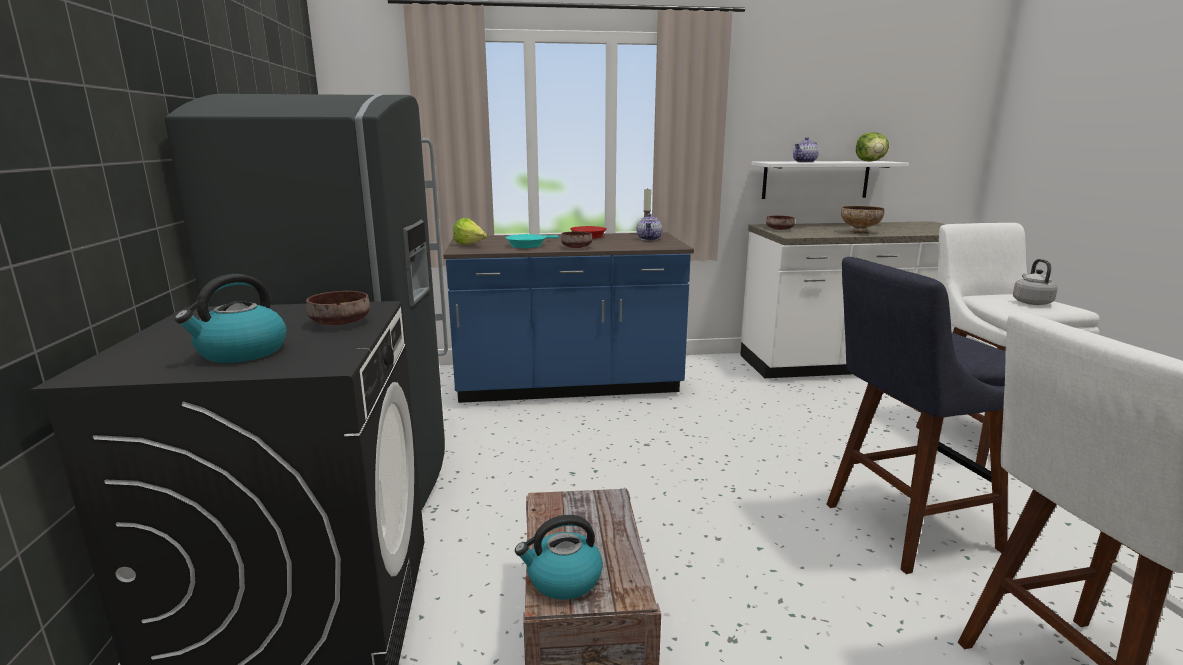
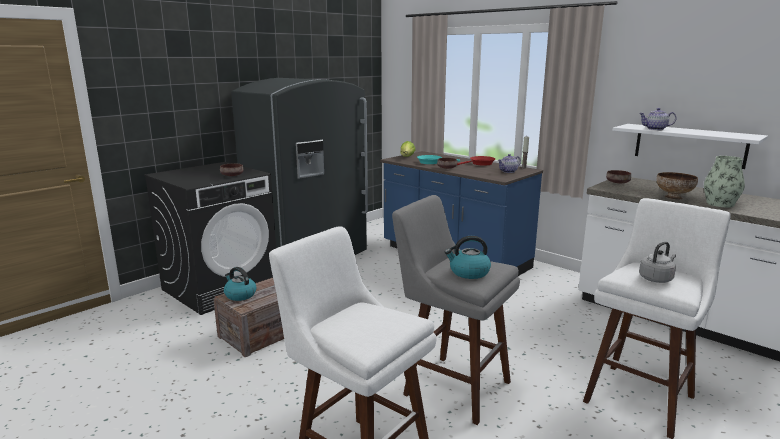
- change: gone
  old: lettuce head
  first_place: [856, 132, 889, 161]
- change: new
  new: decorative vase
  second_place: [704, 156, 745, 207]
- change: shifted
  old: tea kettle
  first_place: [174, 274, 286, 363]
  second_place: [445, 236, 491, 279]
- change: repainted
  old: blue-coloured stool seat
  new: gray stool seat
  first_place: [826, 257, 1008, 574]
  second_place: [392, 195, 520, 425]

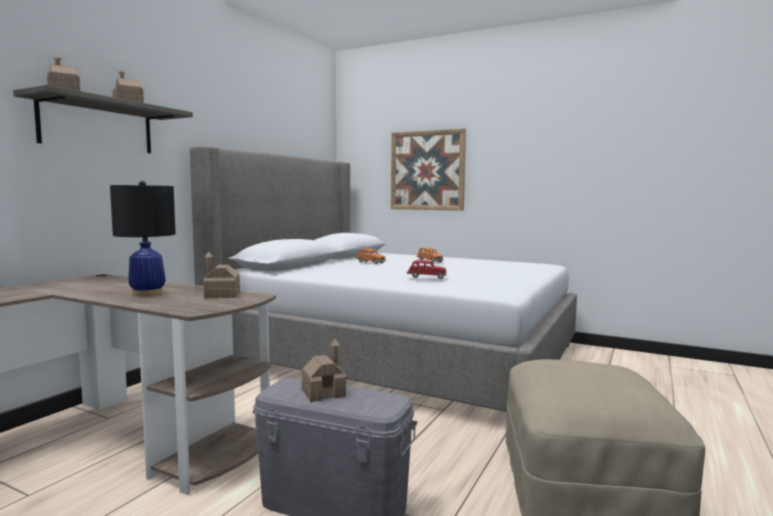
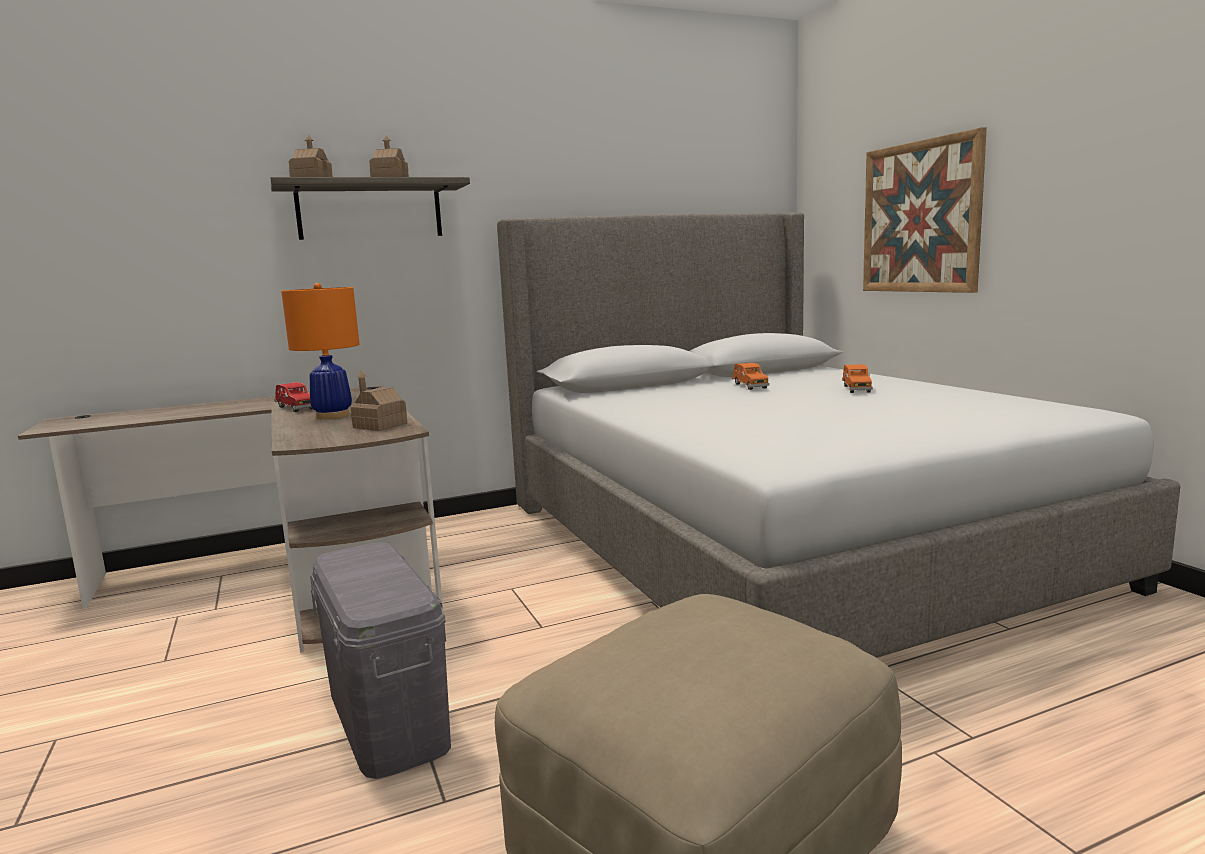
- change: gone
  old: miniature house
  first_place: [301, 339, 346, 402]
- change: shifted
  old: red-coloured miniature car
  first_place: [407, 260, 447, 279]
  second_place: [274, 382, 313, 412]
- change: repainted
  old: black-coloured tabletop lamp
  new: orange tabletop lamp
  first_place: [110, 181, 176, 296]
  second_place: [281, 283, 360, 419]

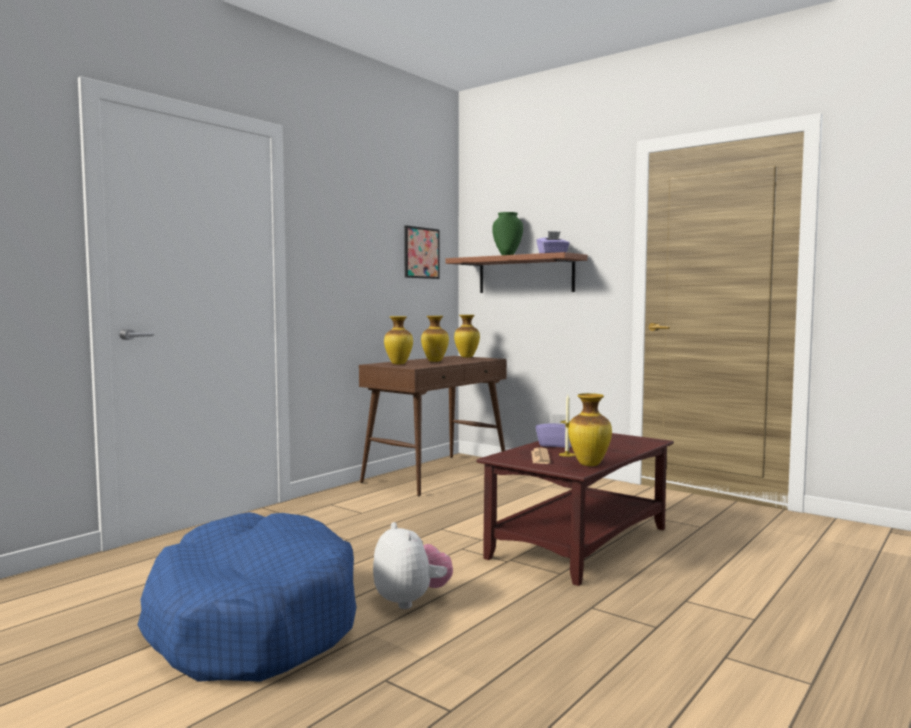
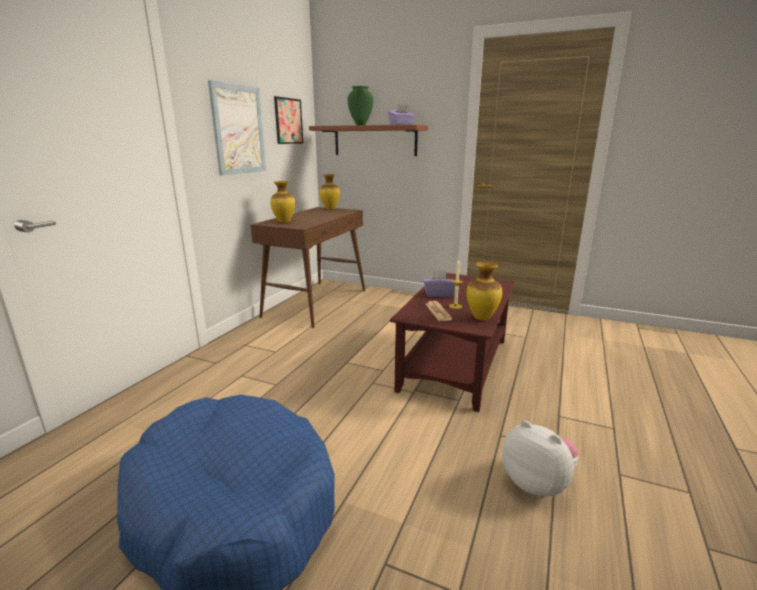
- change: gone
  old: decorative vase
  first_place: [421, 316, 449, 362]
- change: new
  new: wall picture
  second_place: [208, 80, 266, 176]
- change: shifted
  old: plush toy
  first_place: [373, 522, 453, 609]
  second_place: [502, 421, 578, 498]

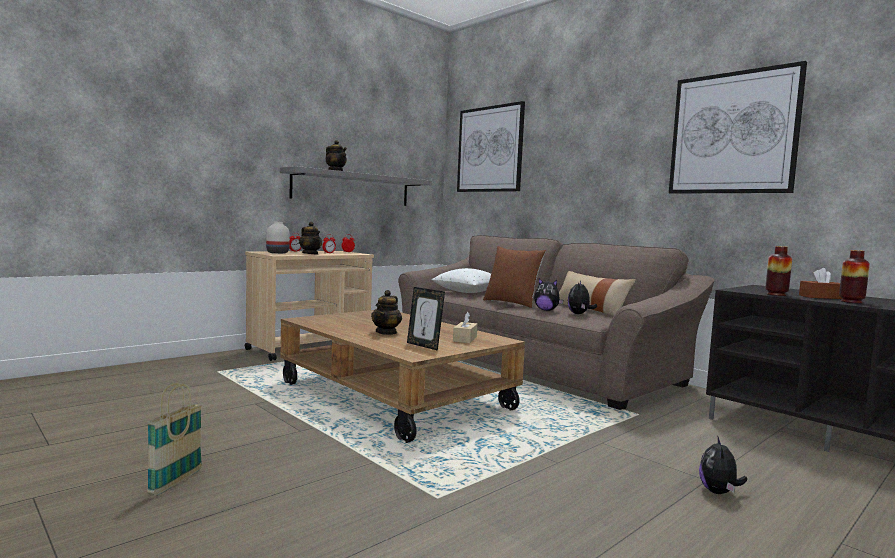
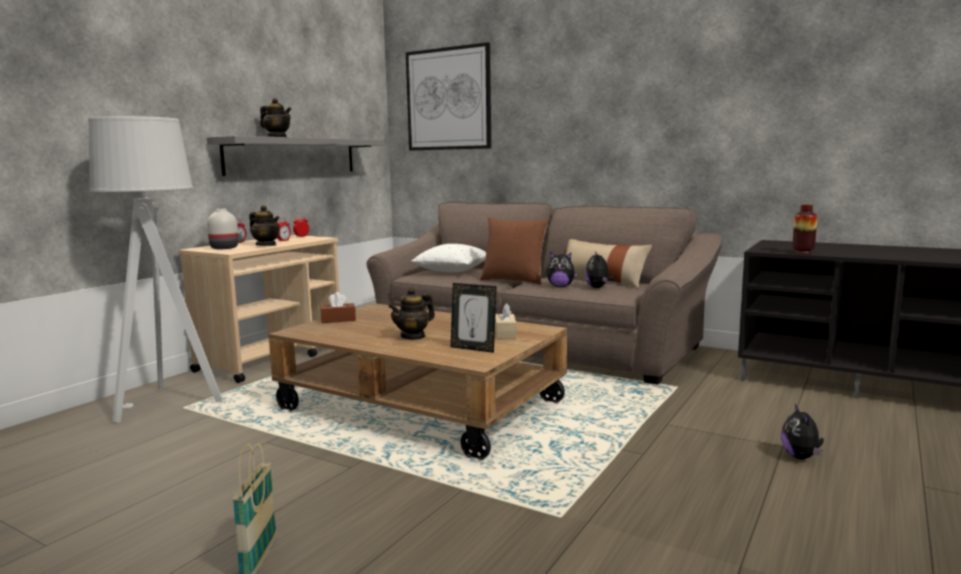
- change: gone
  old: wall picture
  first_place: [669, 61, 807, 194]
- change: gone
  old: decorative vase
  first_place: [839, 250, 870, 303]
- change: new
  new: gray standing lamp
  second_place: [88, 116, 223, 423]
- change: shifted
  old: brown-coloured tissue holder
  first_place: [799, 268, 843, 299]
  second_place: [321, 292, 356, 323]
- change: rotated
  old: teapot
  first_place: [371, 290, 402, 335]
  second_place: [388, 287, 435, 340]
  degrees: 45

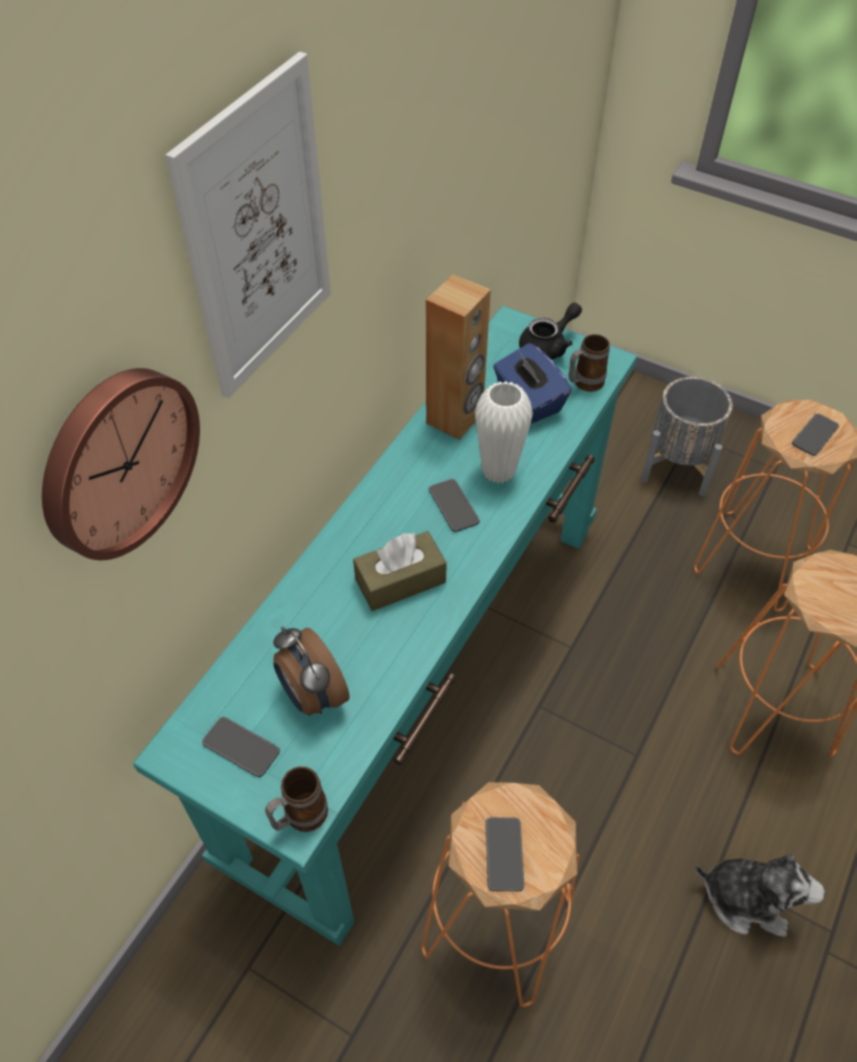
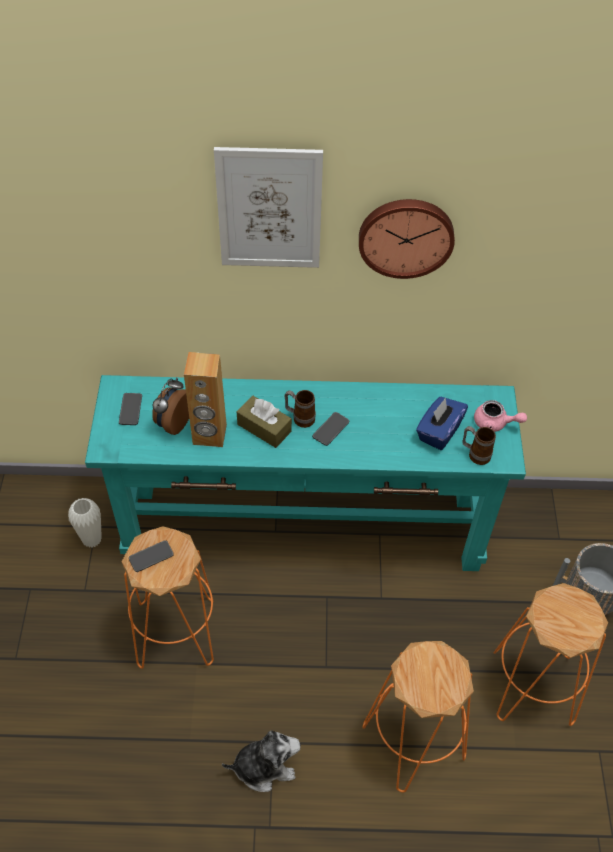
- change: gone
  old: handset
  first_place: [792, 413, 839, 456]
- change: shifted
  old: hanging clock
  first_place: [42, 368, 200, 560]
  second_place: [359, 199, 455, 279]
- change: shifted
  old: mug
  first_place: [265, 766, 328, 832]
  second_place: [285, 390, 316, 428]
- change: shifted
  old: brown-coloured loudspeaker
  first_place: [426, 274, 491, 440]
  second_place: [184, 352, 227, 447]
- change: shifted
  old: white decorative vase
  first_place: [475, 381, 533, 484]
  second_place: [68, 498, 102, 548]
- change: repainted
  old: black-coloured teapot
  new: pink-coloured teapot
  first_place: [519, 302, 582, 360]
  second_place: [474, 400, 527, 432]
- change: rotated
  old: plush toy
  first_place: [695, 855, 825, 937]
  second_place: [222, 731, 301, 792]
  degrees: -90

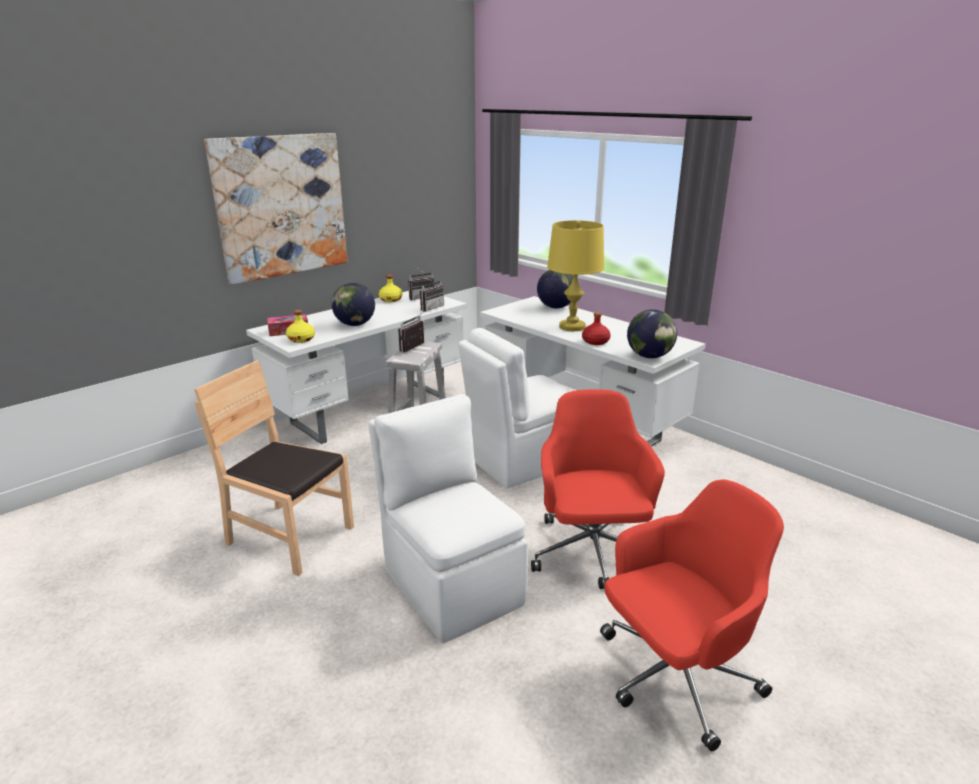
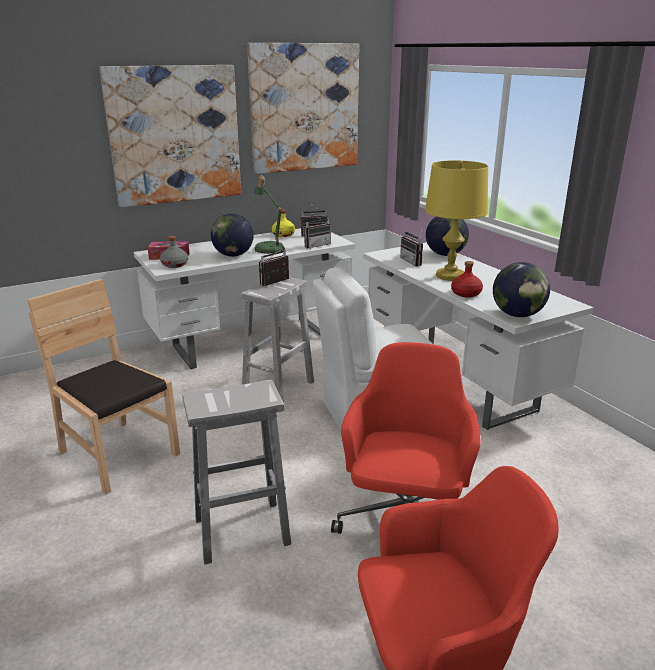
- change: new
  new: wall picture
  second_place: [247, 43, 359, 174]
- change: new
  new: tabletop lamp
  second_place: [254, 175, 285, 254]
- change: new
  new: radio set
  second_place: [400, 225, 423, 267]
- change: swapped
  old: white chair
  new: white stool seat
  first_place: [368, 394, 528, 643]
  second_place: [182, 380, 291, 564]
- change: repainted
  old: yellowish drink bottle
  new: gray drink bottle
  first_place: [286, 310, 315, 343]
  second_place: [160, 236, 188, 268]

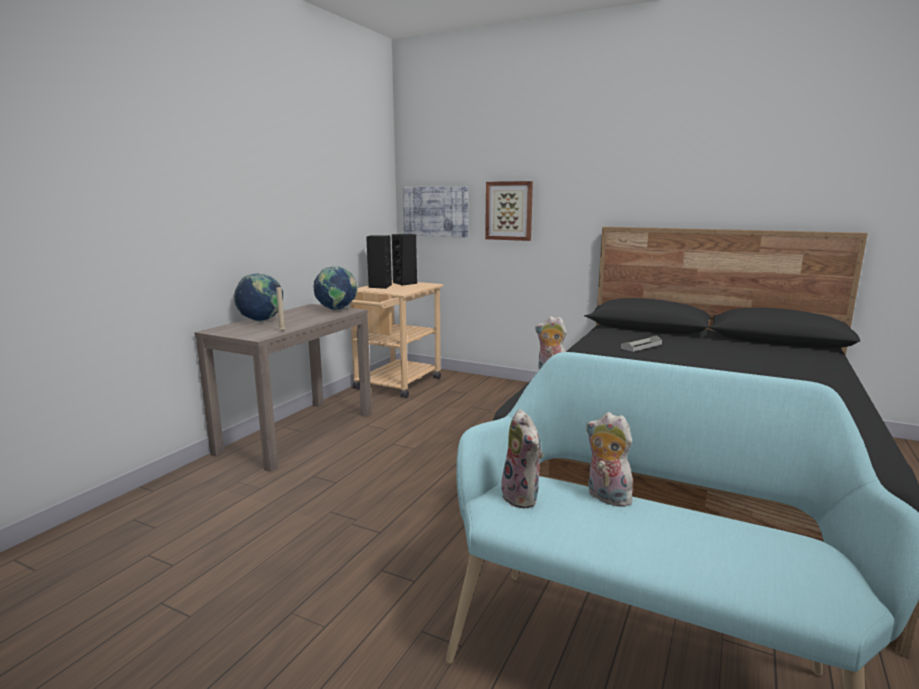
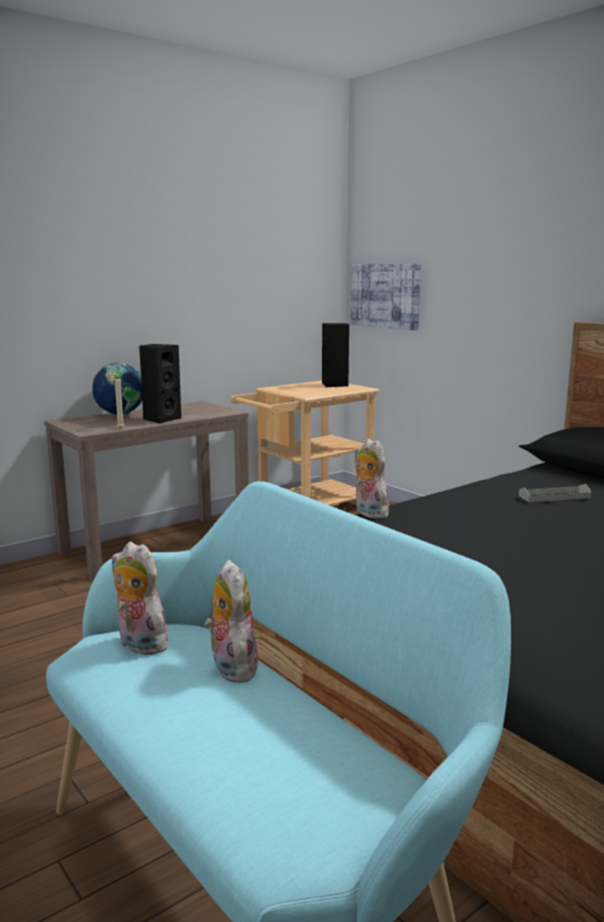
- change: gone
  old: world globe
  first_place: [313, 266, 357, 310]
- change: gone
  old: wall picture
  first_place: [485, 181, 533, 241]
- change: shifted
  old: black-coloured loudspeaker
  first_place: [366, 235, 392, 289]
  second_place: [139, 344, 182, 424]
- change: rotated
  old: plush toy
  first_place: [500, 409, 543, 509]
  second_place: [111, 542, 168, 655]
  degrees: 120

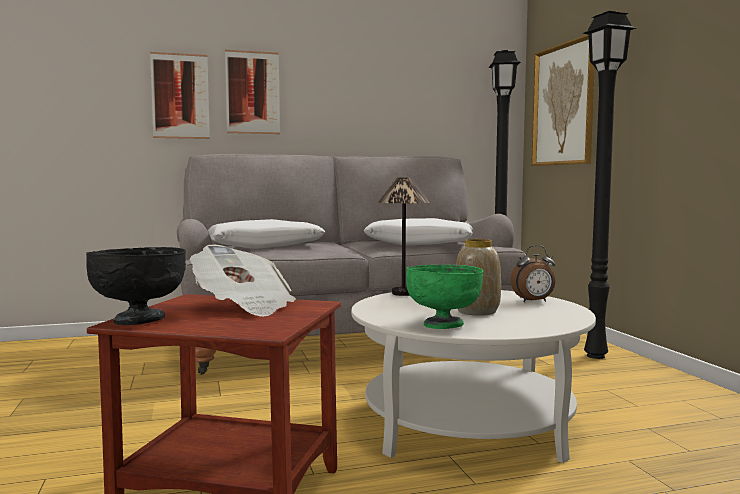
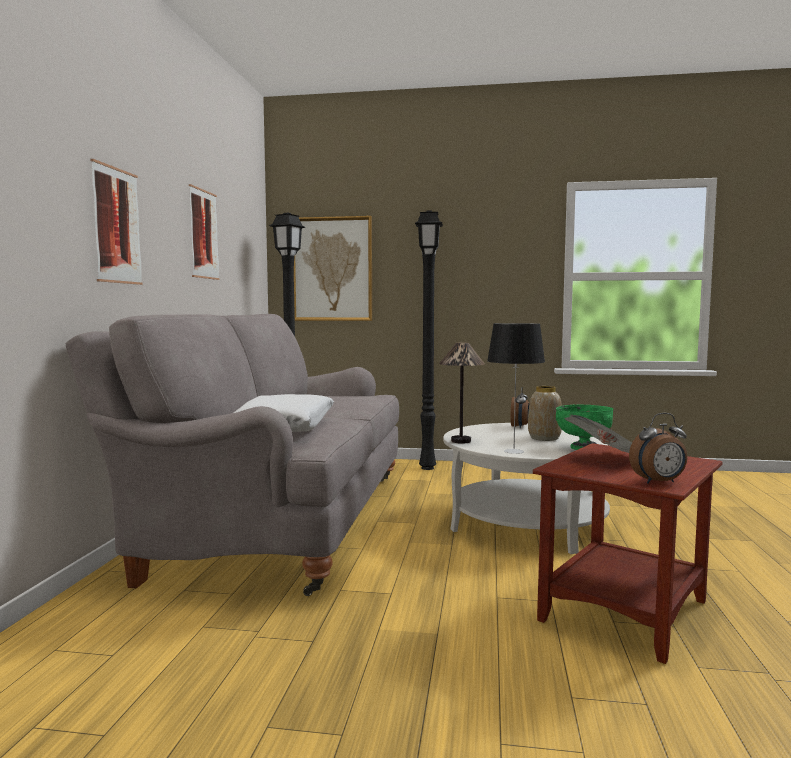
- change: gone
  old: white pillow
  first_place: [364, 218, 474, 245]
- change: new
  new: tabletop lamp
  second_place: [487, 323, 545, 454]
- change: shifted
  old: wall picture
  first_place: [150, 52, 210, 139]
  second_place: [189, 184, 219, 280]
- change: swapped
  old: black-coloured serving bowl
  new: table clock
  first_place: [86, 247, 186, 325]
  second_place: [629, 413, 687, 483]

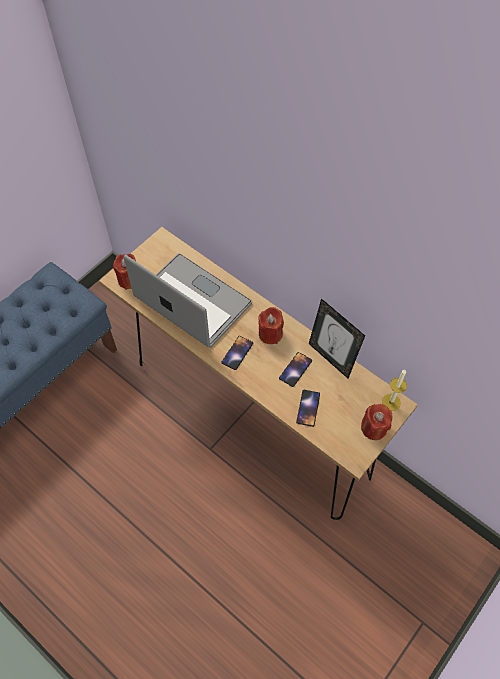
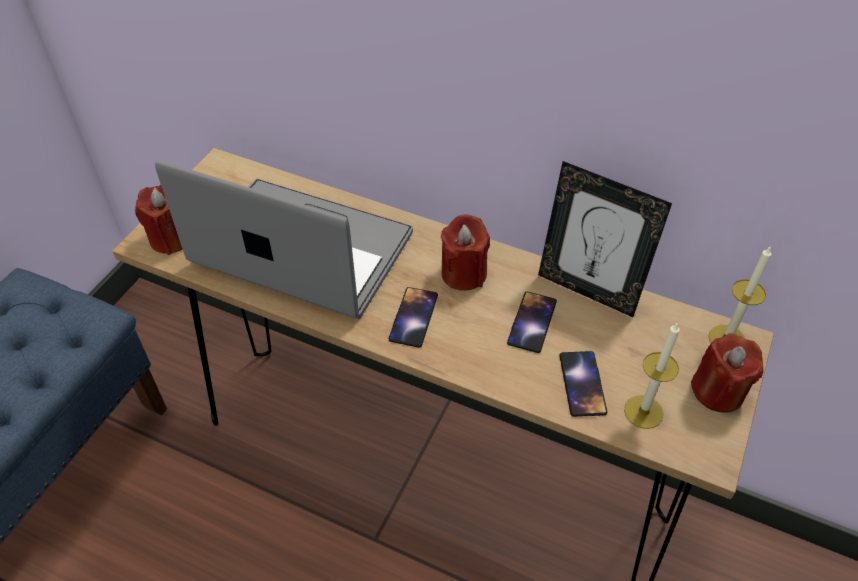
- change: new
  new: wax candle
  second_place: [624, 322, 680, 429]

